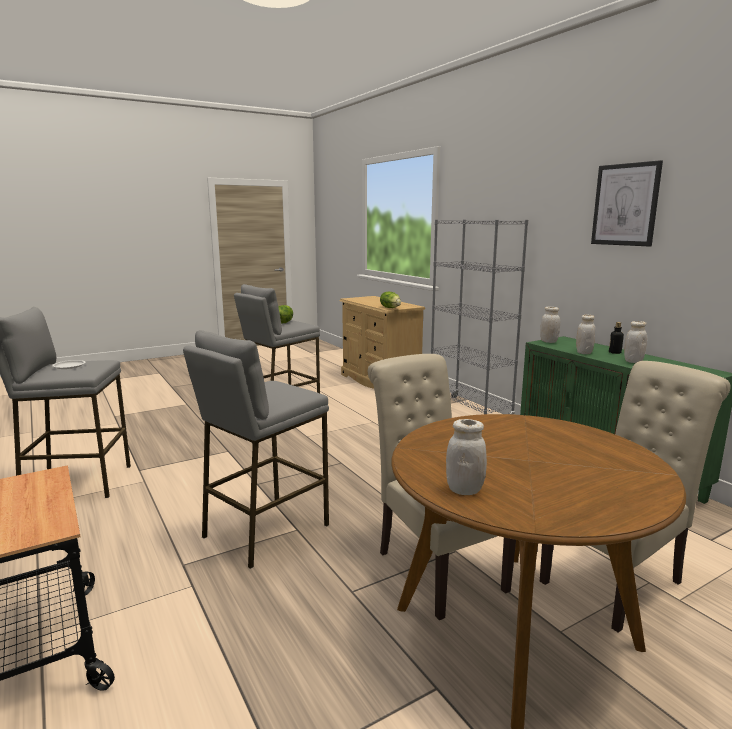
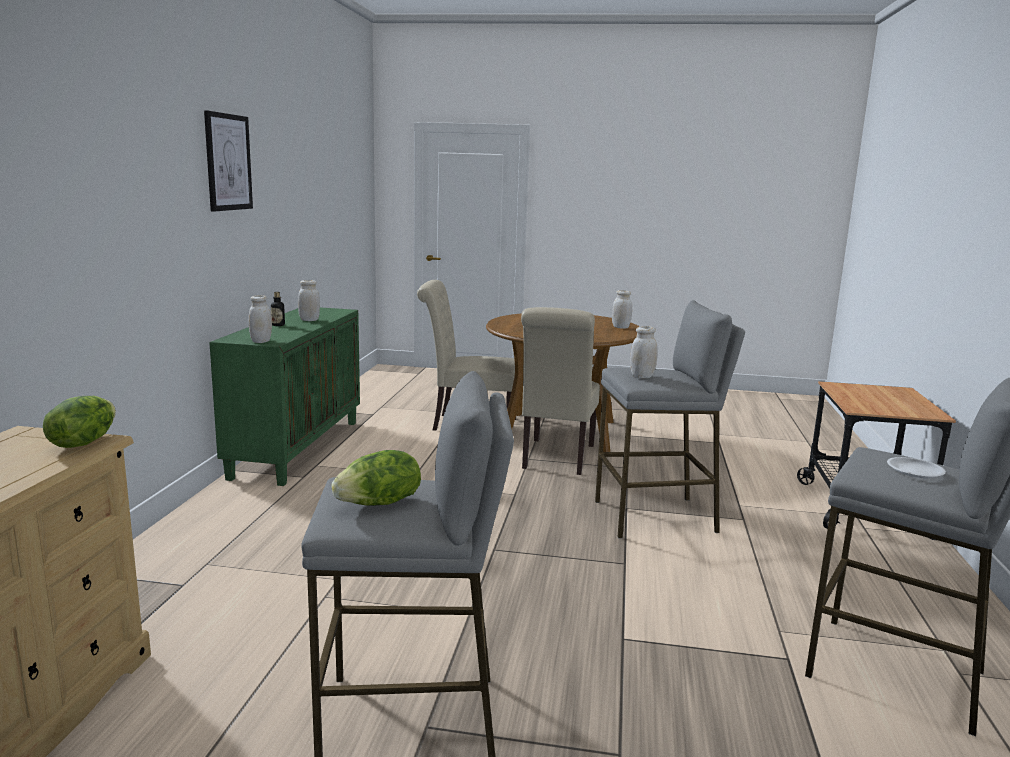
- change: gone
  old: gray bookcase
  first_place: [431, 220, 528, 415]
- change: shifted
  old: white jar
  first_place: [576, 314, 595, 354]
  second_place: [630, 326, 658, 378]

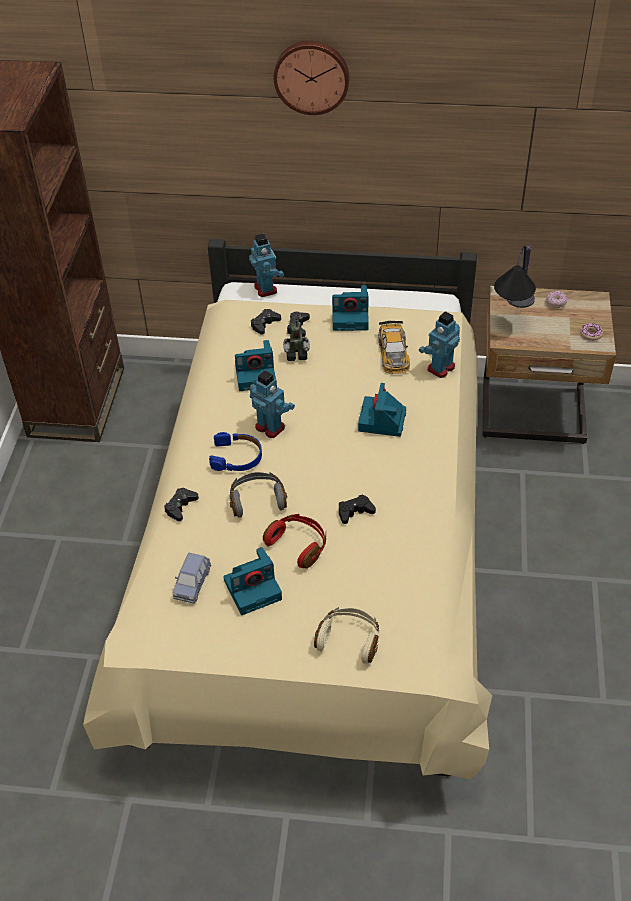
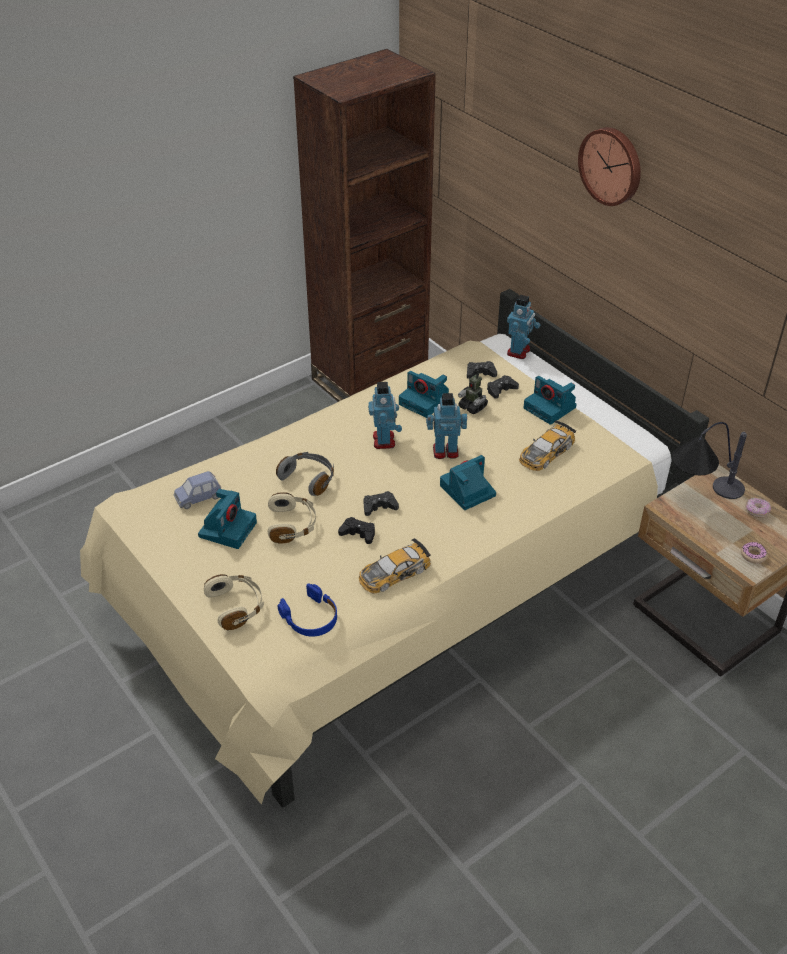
- change: new
  new: miniature car
  second_place: [359, 538, 431, 594]
- change: shifted
  old: black-coloured game controller
  first_place: [164, 488, 199, 521]
  second_place: [364, 491, 399, 516]
- change: shifted
  old: blue-coloured headset
  first_place: [209, 432, 262, 471]
  second_place: [278, 583, 337, 637]
- change: shifted
  old: model robot
  first_place: [419, 311, 460, 378]
  second_place: [426, 393, 467, 459]
- change: repainted
  old: red-coloured headset
  new: beige headset
  first_place: [263, 514, 326, 569]
  second_place: [268, 492, 316, 543]
- change: rotated
  old: still camera
  first_place: [223, 547, 282, 615]
  second_place: [198, 489, 257, 549]
  degrees: -90

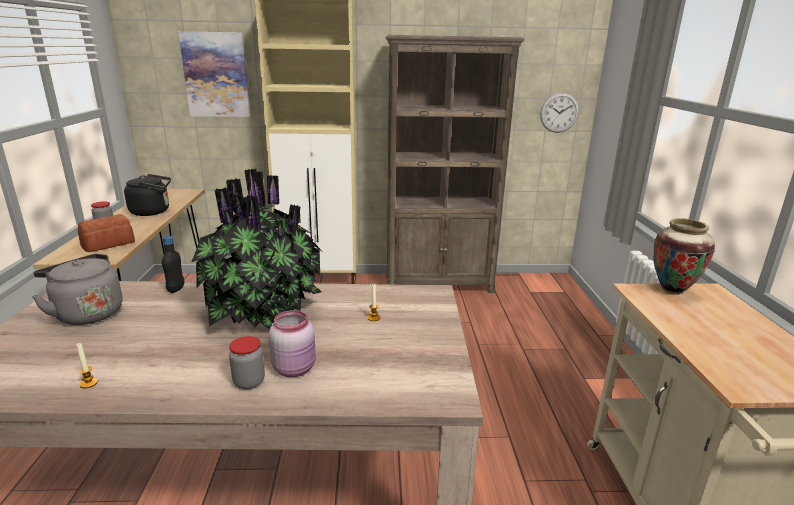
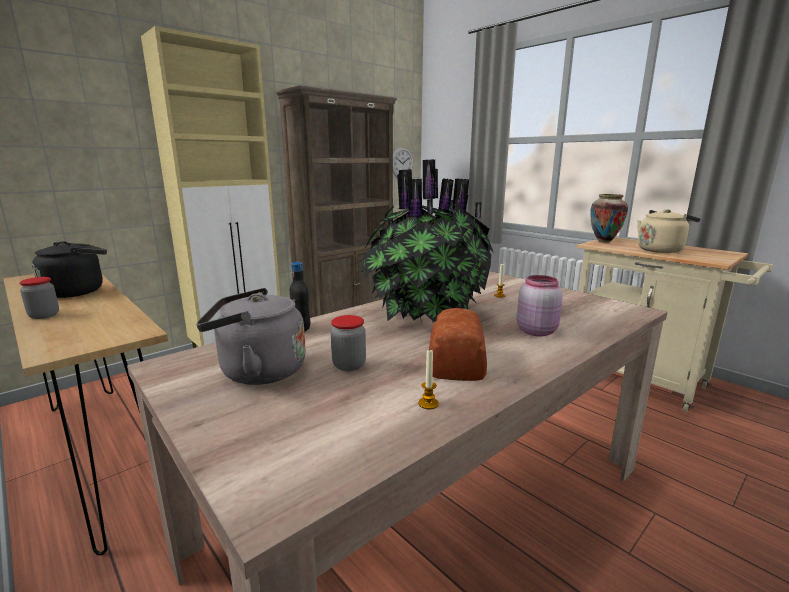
- change: gone
  old: wall picture
  first_place: [178, 31, 250, 117]
- change: new
  new: beige tea kettle
  second_place: [637, 209, 701, 253]
- change: shifted
  old: bread
  first_place: [78, 214, 135, 252]
  second_place: [429, 308, 487, 381]
- change: shifted
  old: jar
  first_place: [229, 336, 265, 389]
  second_place: [331, 315, 366, 371]

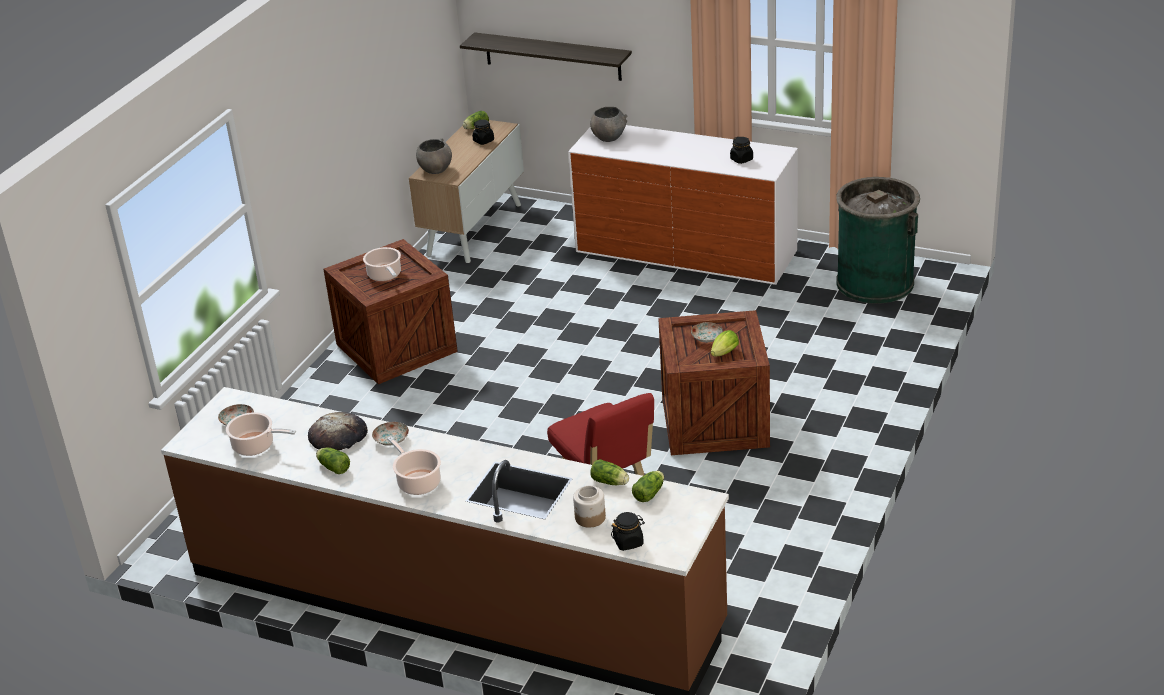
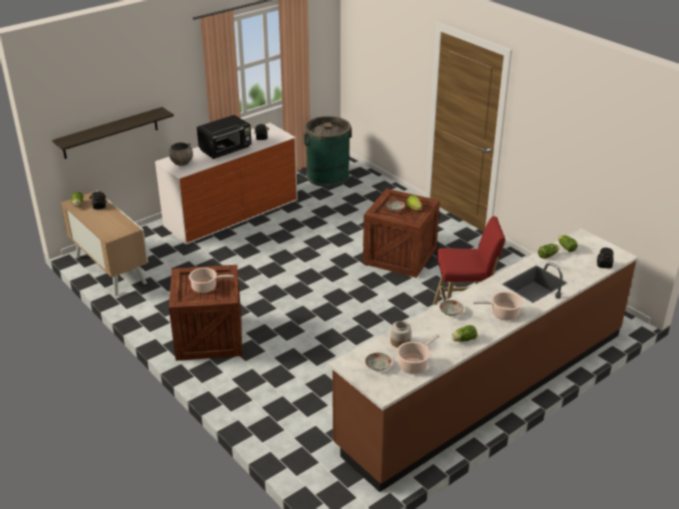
- change: gone
  old: bread
  first_place: [308, 412, 368, 450]
- change: gone
  old: gray serving bowl
  first_place: [416, 138, 452, 174]
- change: new
  new: black-coloured kitchen microwave
  second_place: [197, 115, 252, 159]
- change: shifted
  old: jar
  first_place: [573, 486, 606, 528]
  second_place: [391, 321, 411, 348]

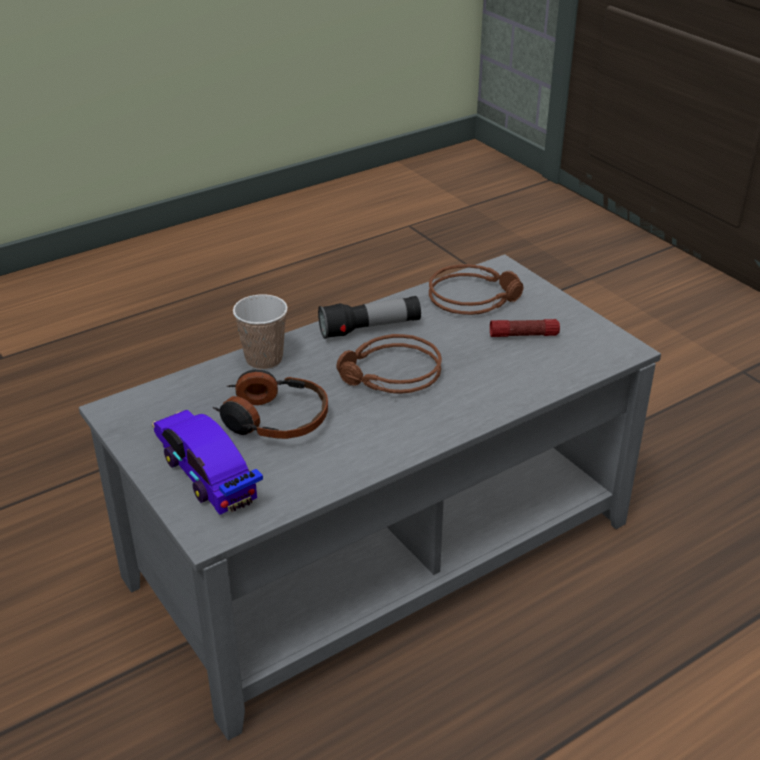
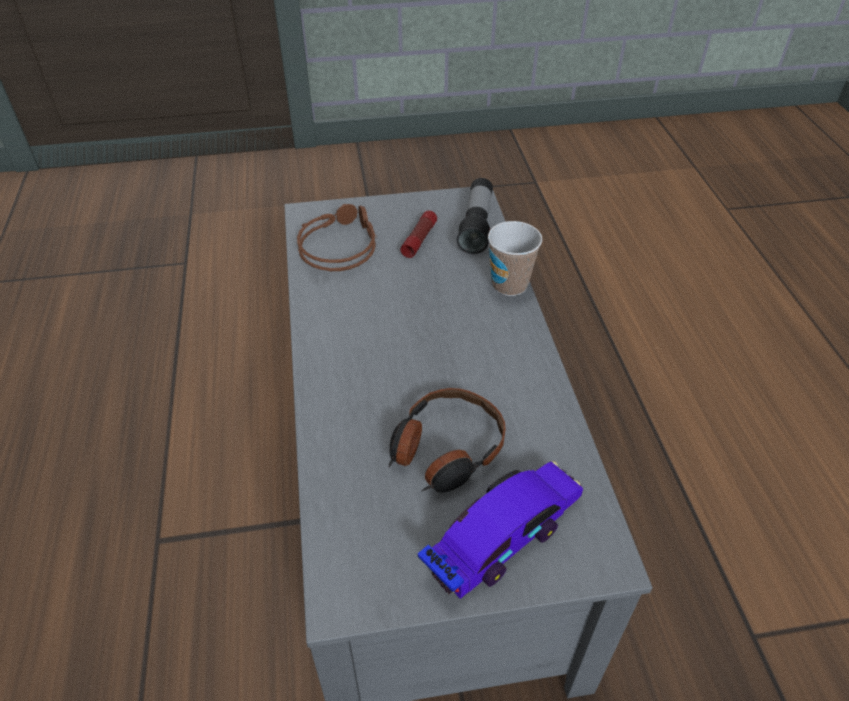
- change: gone
  old: brown-coloured headset
  first_place: [336, 334, 442, 394]
- change: shifted
  old: cup
  first_place: [233, 294, 288, 370]
  second_place: [488, 221, 542, 296]
- change: shifted
  old: hand torch
  first_place: [318, 296, 421, 339]
  second_place: [456, 178, 493, 254]
- change: rotated
  old: miniature car
  first_place: [152, 410, 263, 515]
  second_place: [418, 461, 583, 599]
  degrees: 150

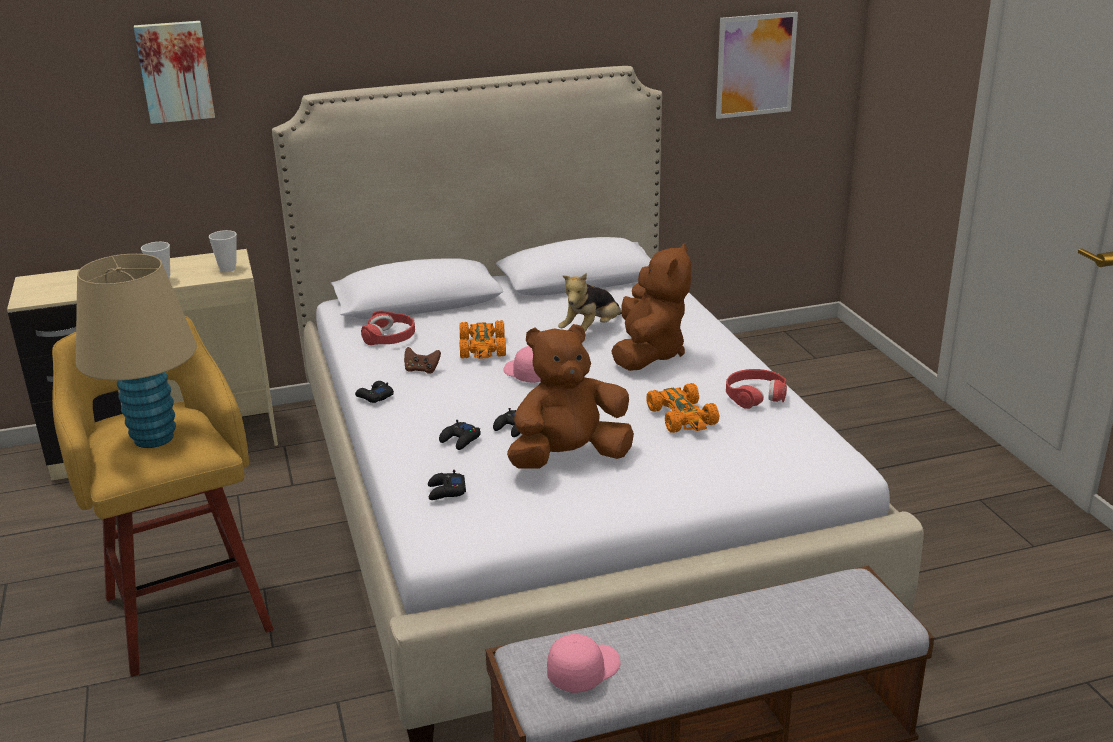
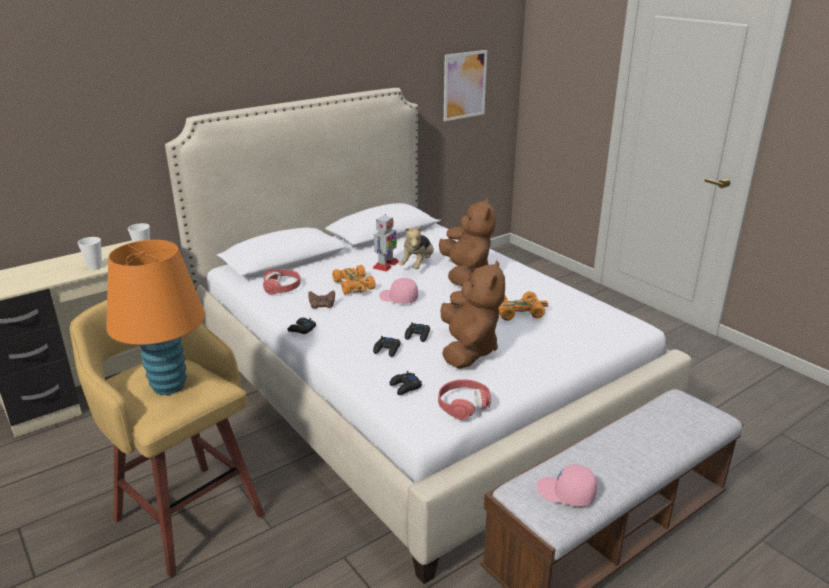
- change: gone
  old: wall picture
  first_place: [134, 21, 215, 124]
- change: new
  new: model robot
  second_place: [373, 214, 399, 272]
- change: shifted
  old: red-coloured headset
  first_place: [726, 369, 787, 409]
  second_place: [438, 379, 491, 420]
- change: repainted
  old: beige tabletop lamp
  new: orange tabletop lamp
  first_place: [76, 254, 197, 448]
  second_place: [106, 240, 205, 395]
- change: rotated
  old: brown-coloured plush toy
  first_place: [507, 324, 634, 469]
  second_place: [440, 260, 505, 369]
  degrees: 135
- change: rotated
  old: pink-coloured baseball cap
  first_place: [547, 634, 621, 693]
  second_place: [536, 465, 597, 507]
  degrees: -90
- change: rotated
  old: orange miniature car
  first_place: [646, 383, 720, 433]
  second_place: [499, 291, 549, 321]
  degrees: -60

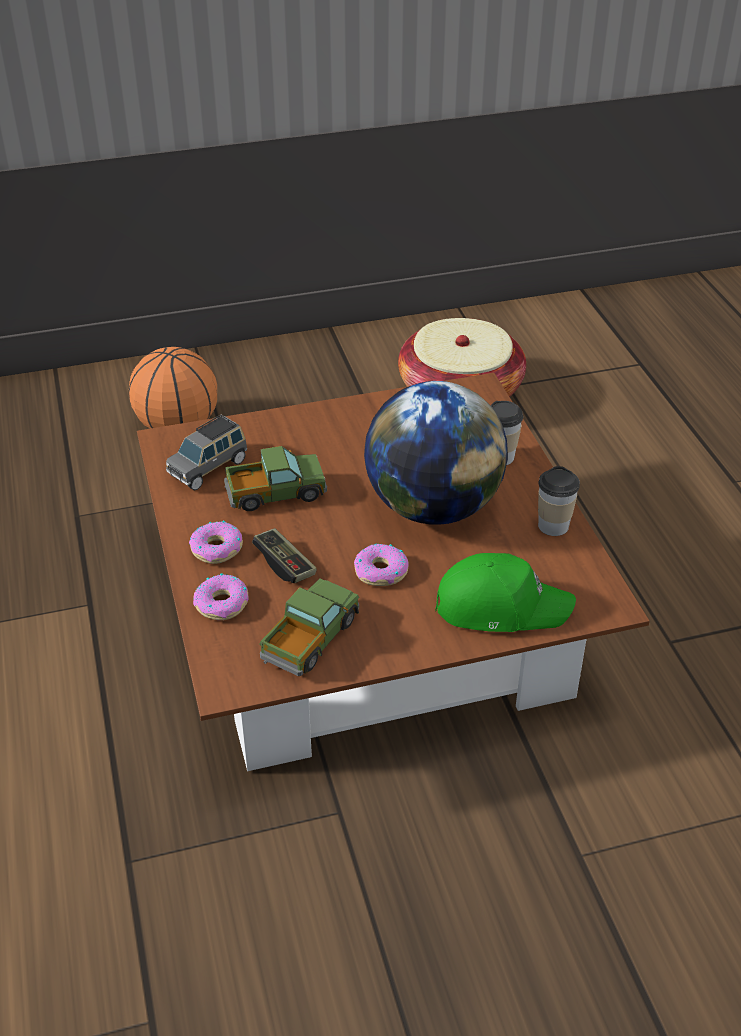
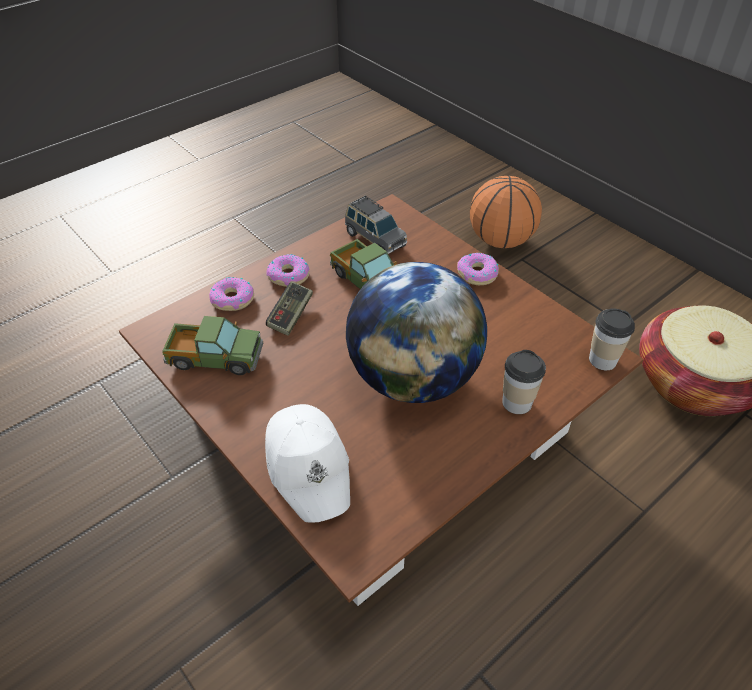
- change: shifted
  old: donut
  first_place: [354, 544, 409, 586]
  second_place: [457, 253, 499, 285]
- change: shifted
  old: cup
  first_place: [538, 466, 580, 536]
  second_place: [589, 308, 635, 370]
- change: repainted
  old: green baseball cap
  new: white baseball cap
  first_place: [435, 553, 576, 632]
  second_place: [265, 404, 350, 523]
- change: rotated
  old: gray miniature car
  first_place: [166, 414, 247, 490]
  second_place: [345, 196, 407, 254]
  degrees: -150

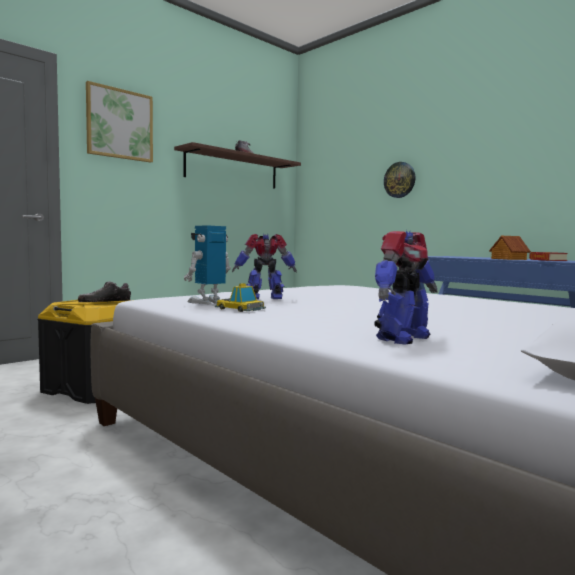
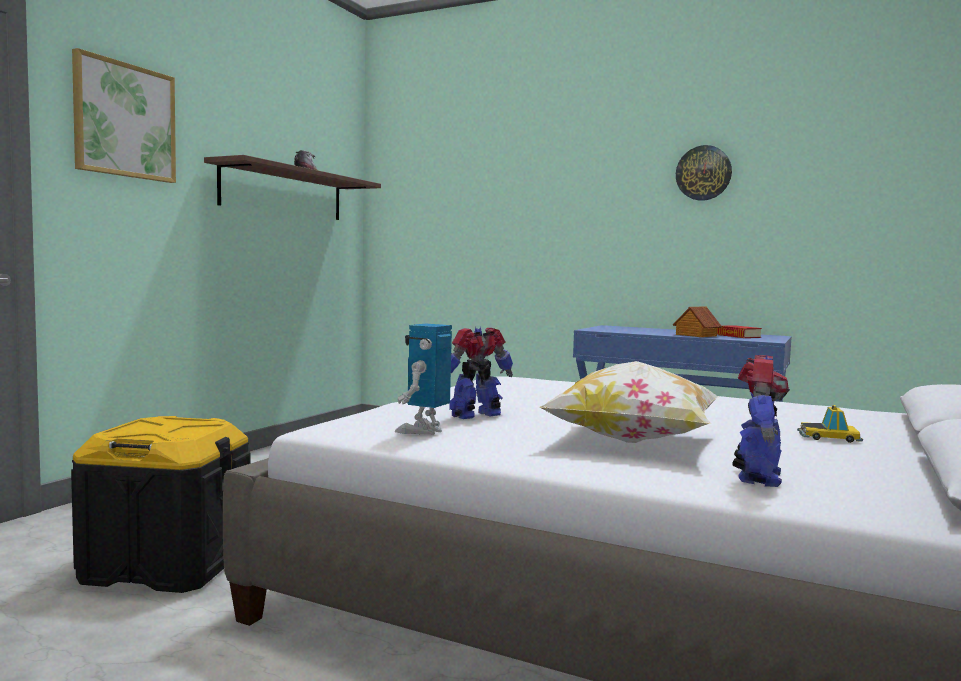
- change: gone
  old: item of footwear
  first_place: [78, 281, 131, 302]
- change: new
  new: pillow
  second_place: [539, 361, 720, 443]
- change: shifted
  old: miniature car
  first_place: [215, 283, 266, 312]
  second_place: [797, 405, 863, 443]
- change: shifted
  old: hanging clock
  first_place: [384, 162, 415, 198]
  second_place: [676, 145, 732, 201]

